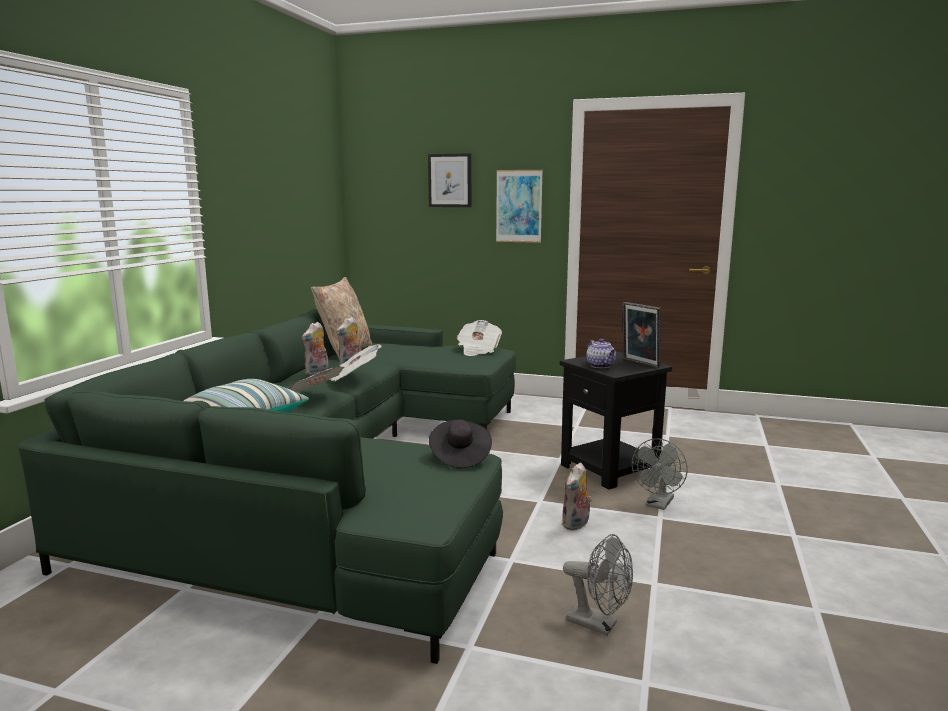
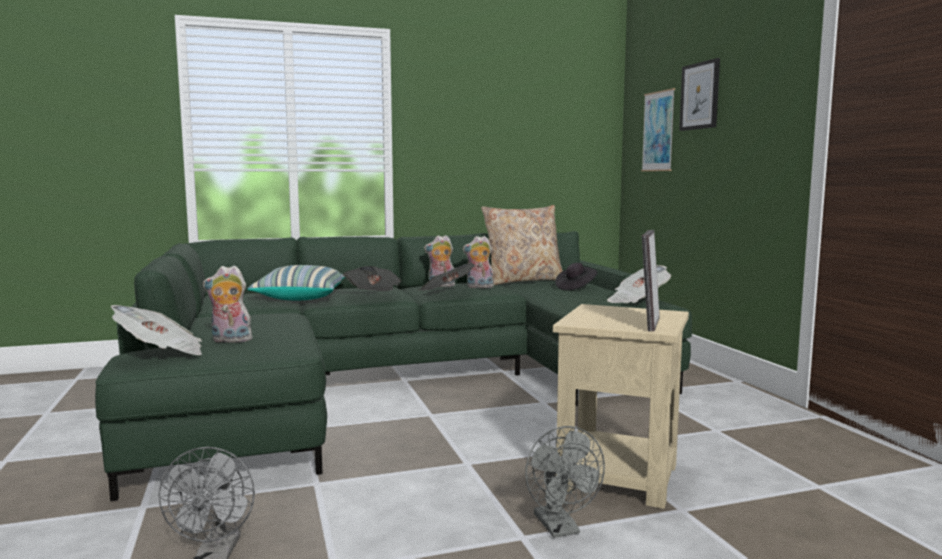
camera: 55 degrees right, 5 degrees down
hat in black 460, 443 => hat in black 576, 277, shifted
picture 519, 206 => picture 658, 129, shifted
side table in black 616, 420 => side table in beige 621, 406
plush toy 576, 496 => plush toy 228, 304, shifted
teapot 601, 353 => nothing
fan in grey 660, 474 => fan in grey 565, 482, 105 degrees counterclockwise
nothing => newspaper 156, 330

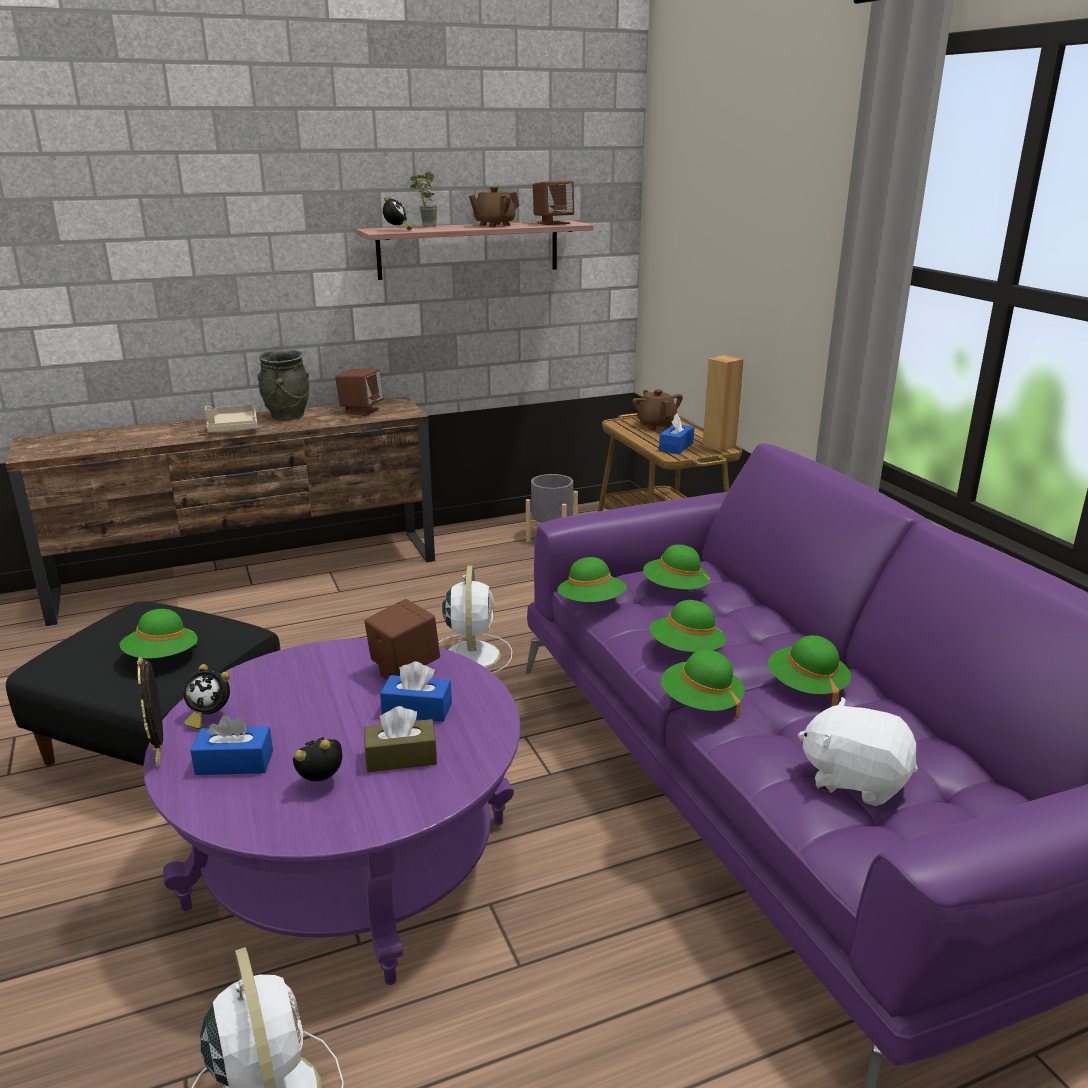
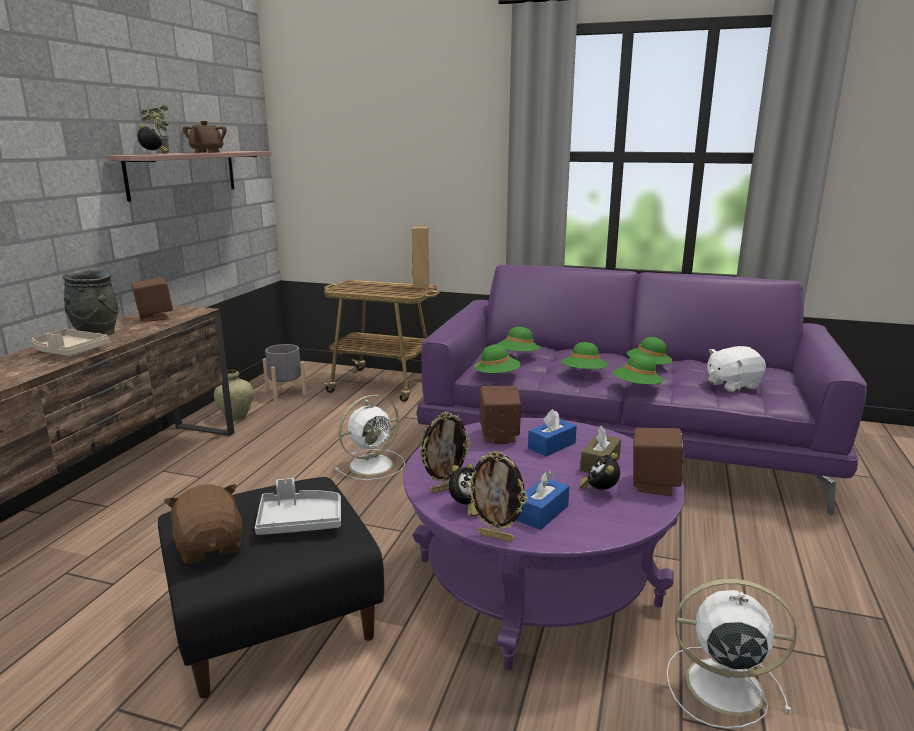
camera: 50 degrees left, 5 degrees down
hat in green 159, 634 => tray in grey 298, 506
fan in white 475, 619 => fan in white 370, 437, 105 degrees clockwise
speaker in brown 553, 203 => speaker in brown 658, 462, shifted
teapot in brown 657, 409 => nothing
tissue box in blue 676, 434 => nothing
nothing => plush toy in brown 203, 524
nothing => vase in beige 234, 395
nothing => picture frame 445, 452

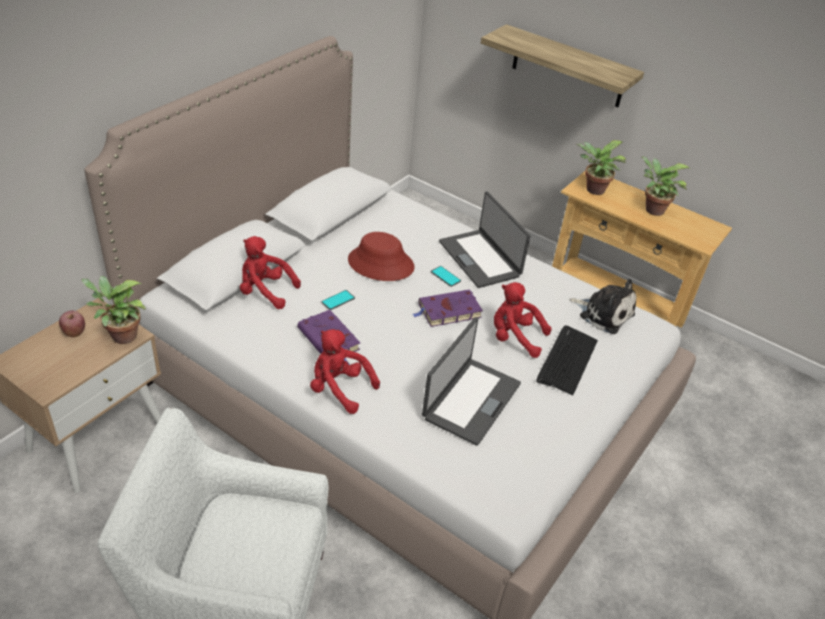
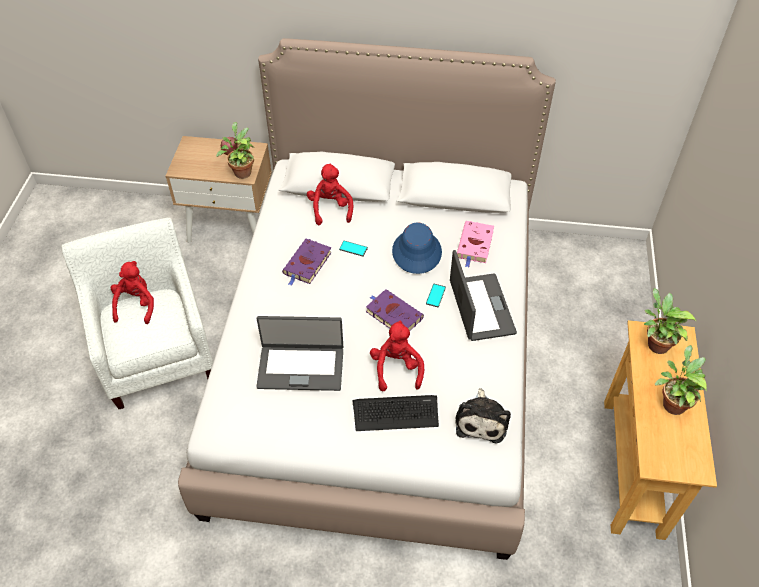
camera: 65 degrees right, 10 degrees up
plush toy in red 345, 371 => plush toy in red 132, 292, shifted
hat in red 381, 256 => hat in blue 417, 248
laptop 484, 239 => laptop 483, 295, 135 degrees clockwise
shelf 562, 65 => nothing
nothing => book in pink 475, 244

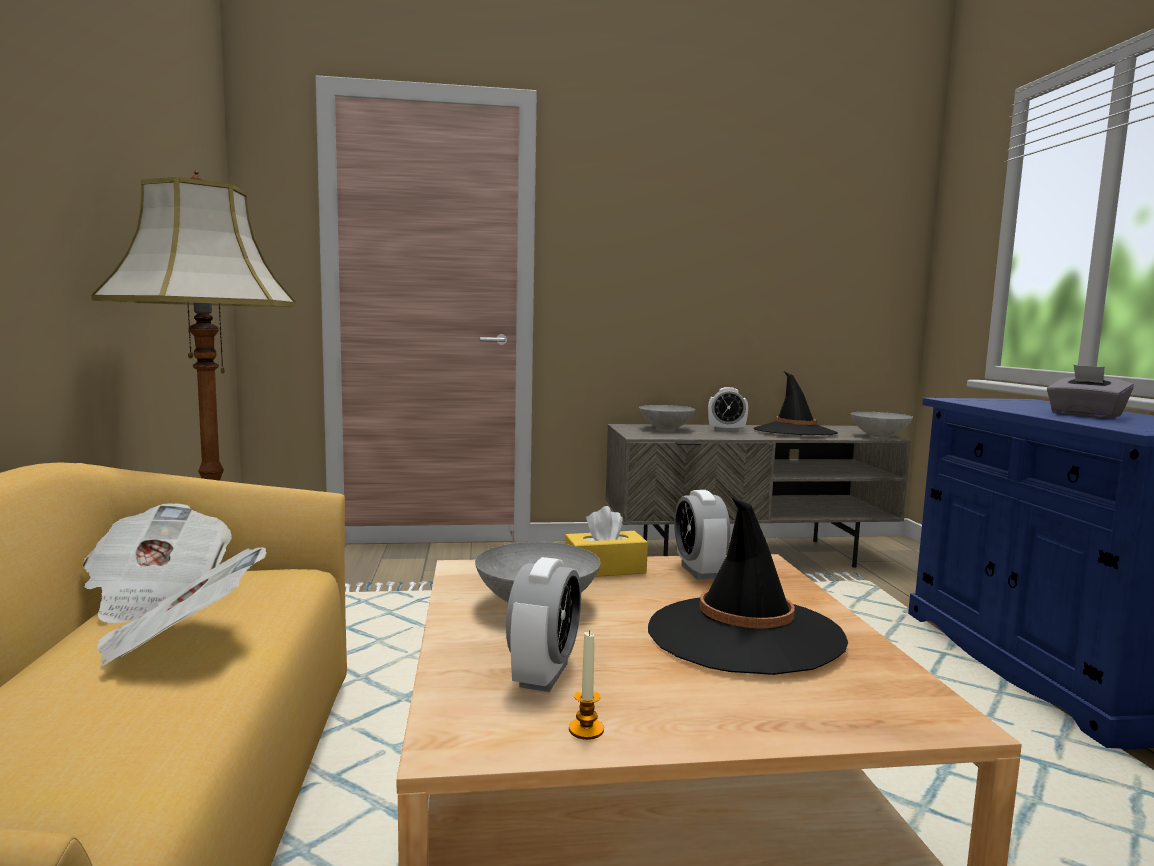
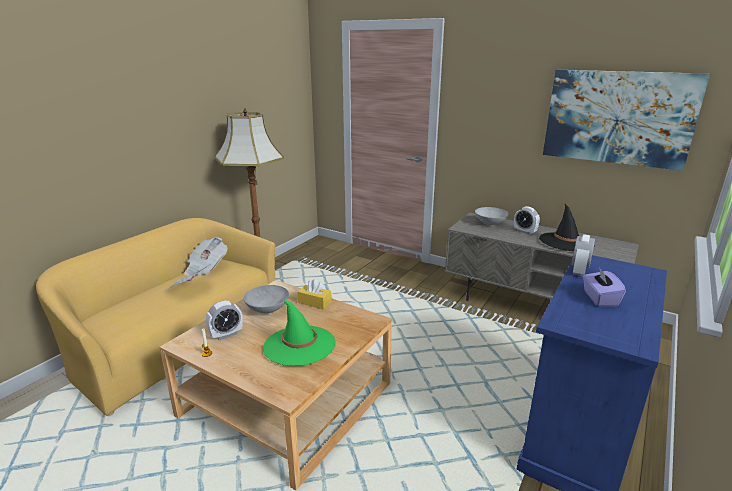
camera: 40 degrees right, 15 degrees up
hat in black 748, 586 => hat in green 299, 333
alarm clock 702, 535 => alarm clock 583, 255, shifted
bowl in grey 882, 425 => nothing
tissue box in grey 1090, 391 => tissue box in purple 604, 287
nothing => picture 626, 120

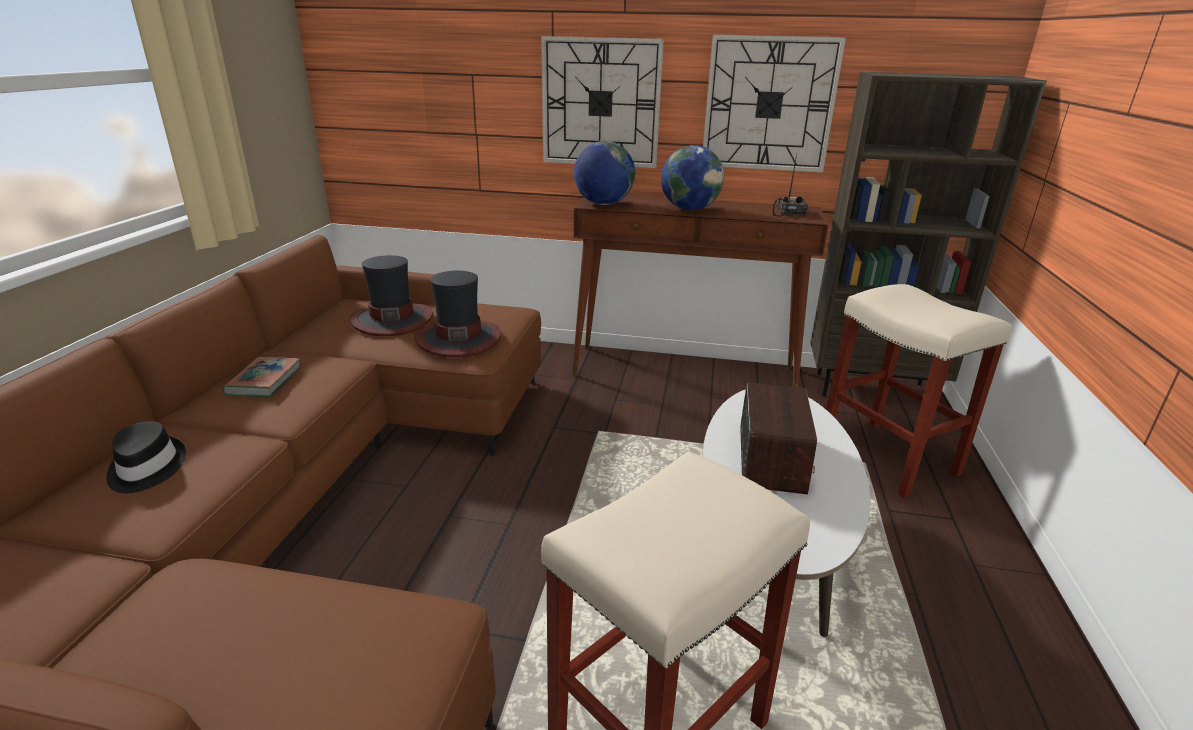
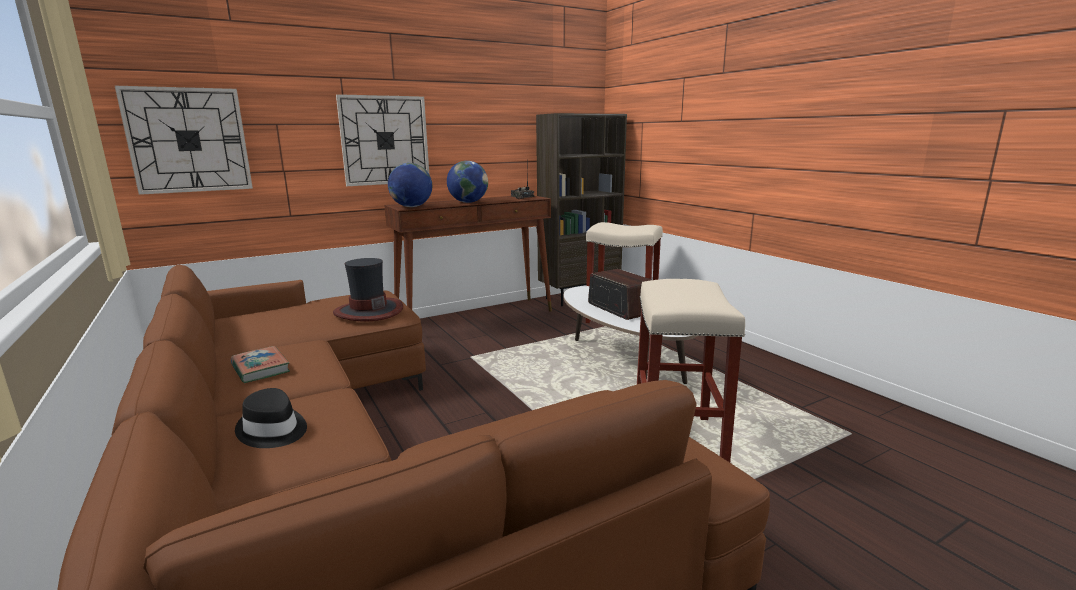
camera: 40 degrees left, 10 degrees down
hat 391, 295 => nothing
wall clock 774, 103 => wall clock 184, 140, shifted

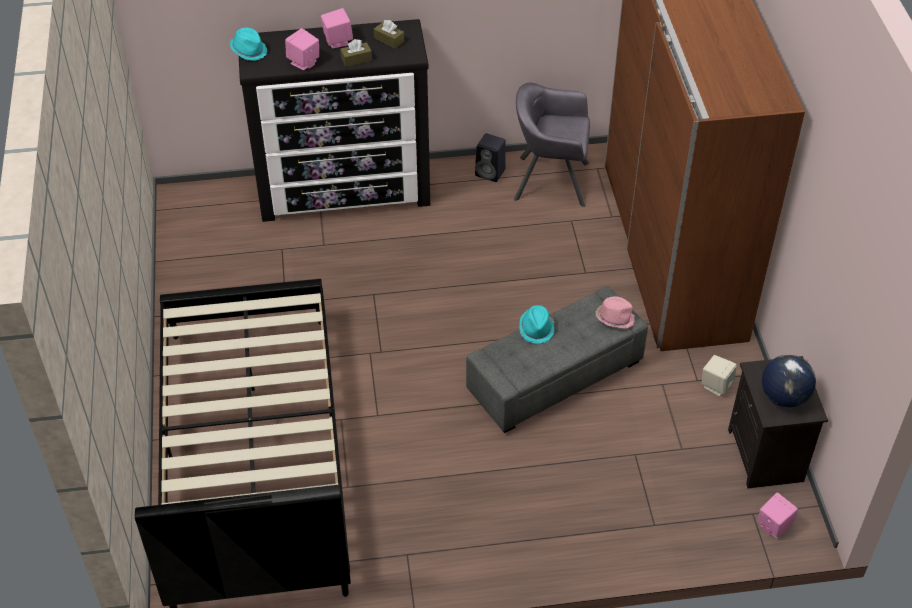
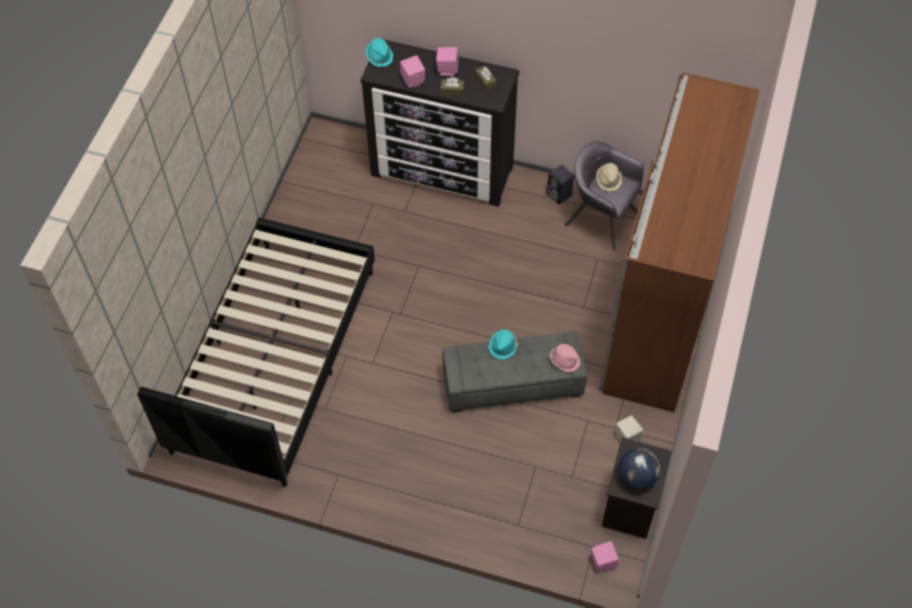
camera: 25 degrees right, 10 degrees up
nothing => hat in beige 609, 177

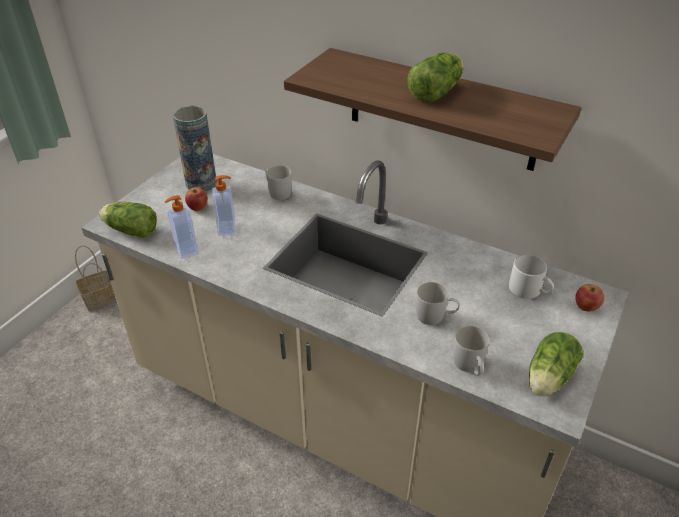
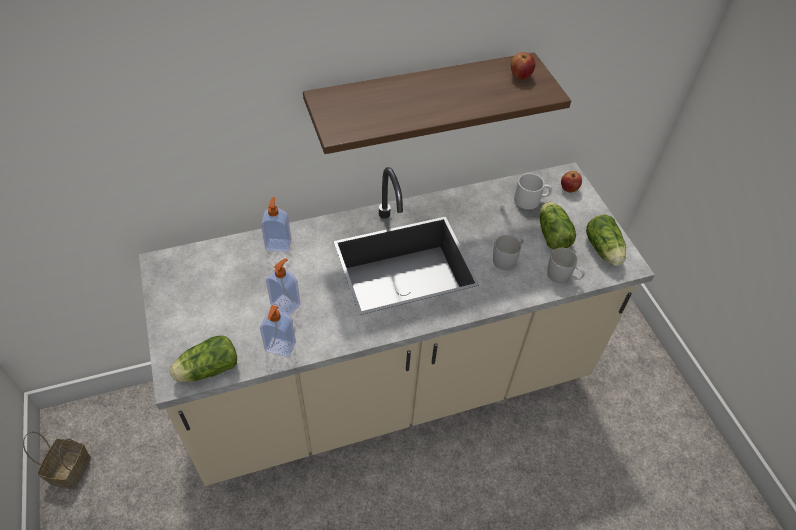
camera: 50 degrees left, 10 degrees up
vase 195, 148 => nothing
apple 196, 199 => apple 523, 66, shifted
mug in white 279, 182 => soap dispenser 276, 224
lettuce 435, 77 => lettuce 558, 226, shifted

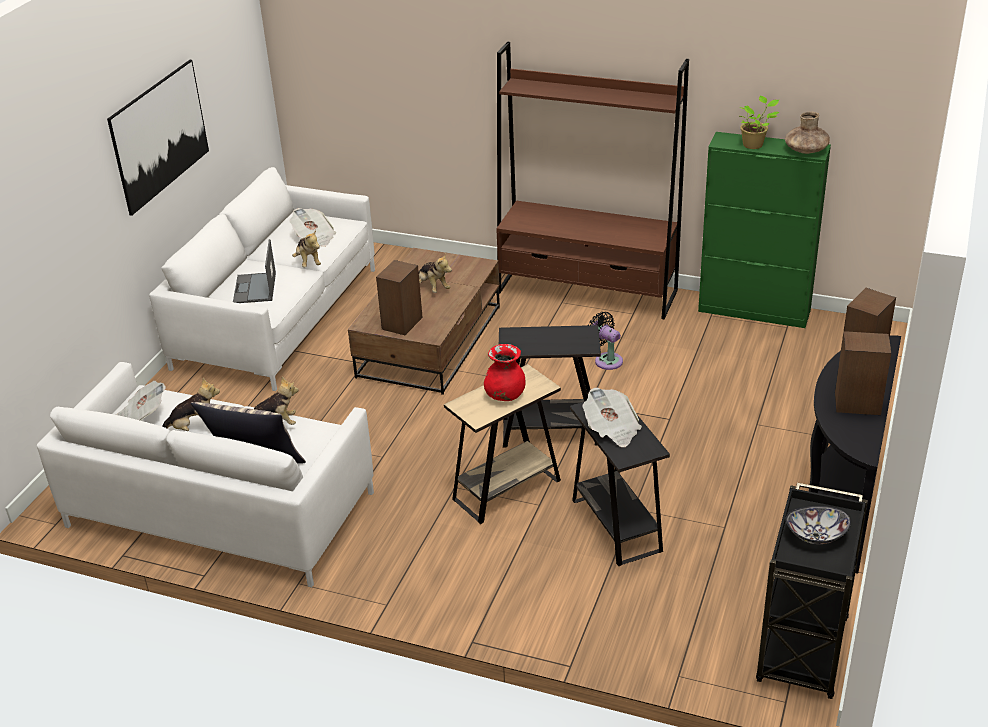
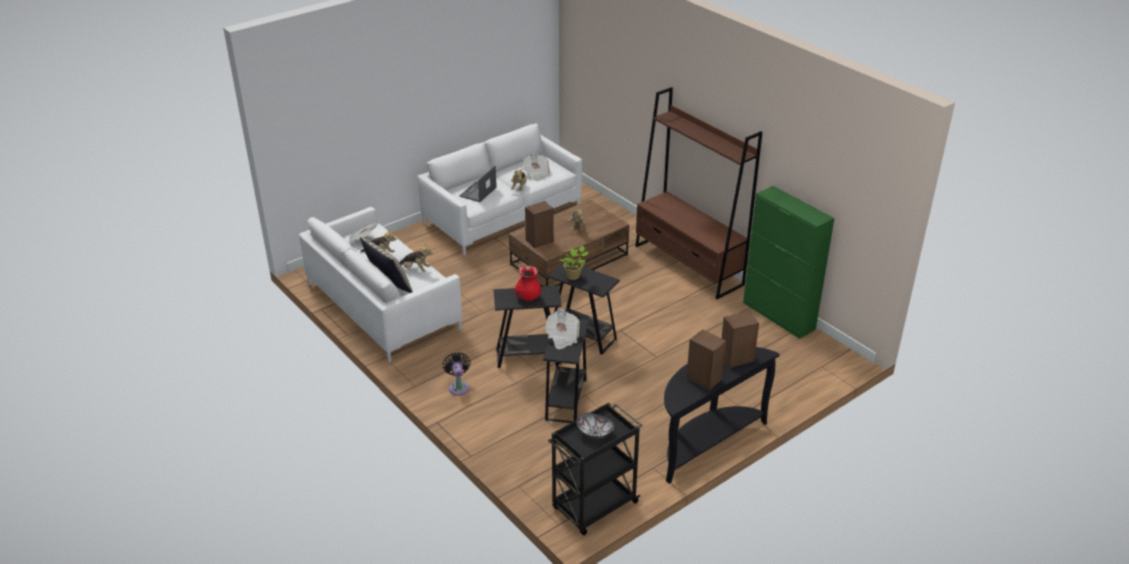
camera: 30 degrees right, 0 degrees up
picture 158, 138 => nothing
side table in beige 502, 444 => side table in black 528, 327
fan in black 606, 341 => fan in black 456, 373, shifted
potted plant 760, 122 => potted plant 574, 263, shifted
vase in brown 807, 132 => nothing

